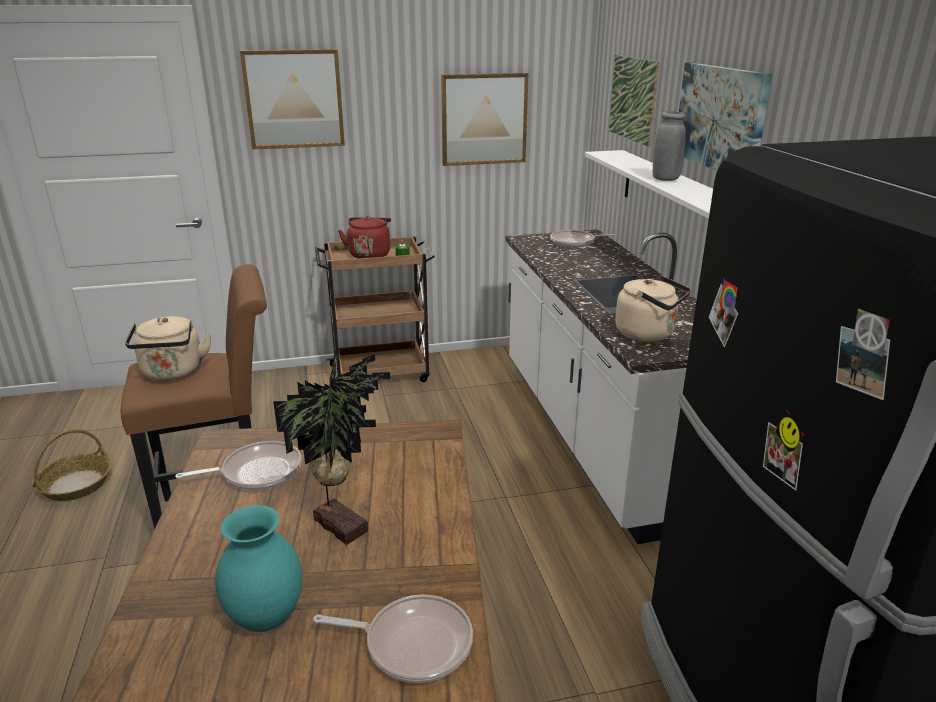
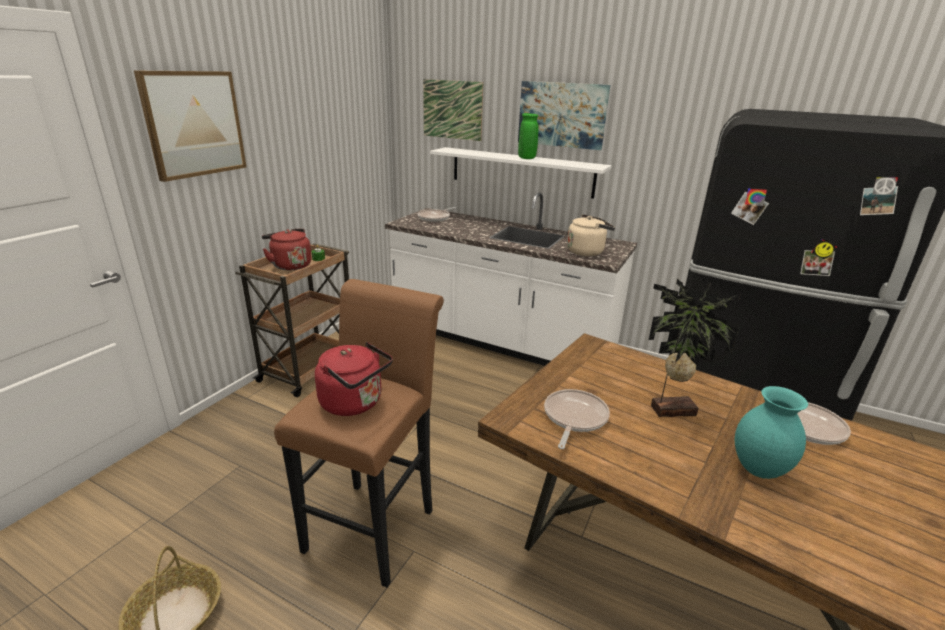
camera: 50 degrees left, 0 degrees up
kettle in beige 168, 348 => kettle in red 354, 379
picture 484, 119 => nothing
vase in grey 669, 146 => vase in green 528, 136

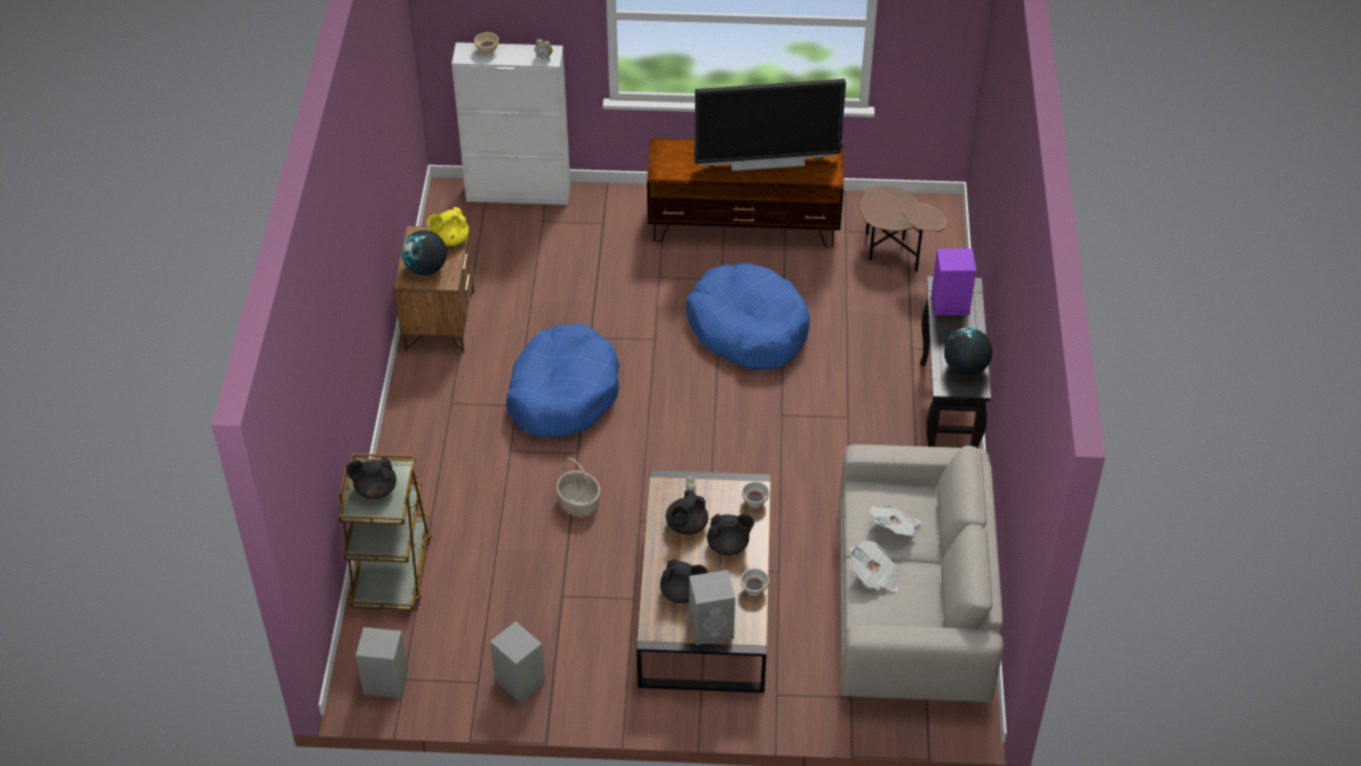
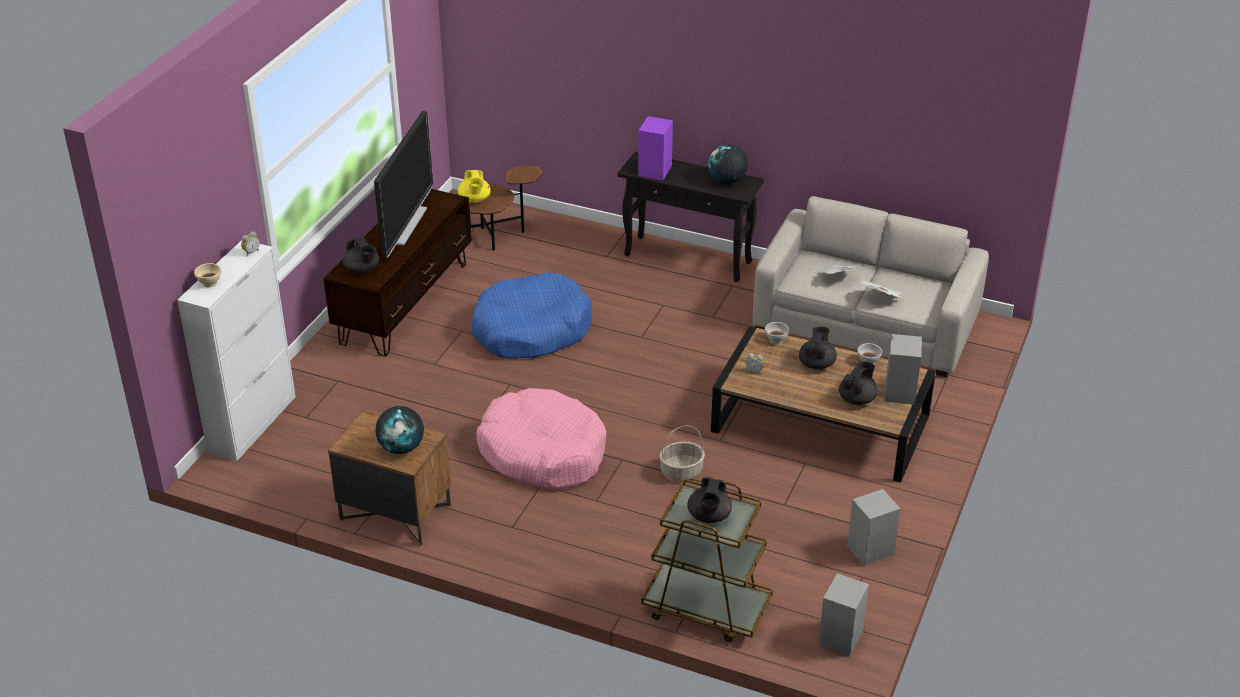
camera: 70 degrees left, 10 degrees down
teapot in yellow 448, 226 => teapot in yellow 474, 186, shifted
dog bed in blue 563, 380 => dog bed in pink 541, 439
teapot in black 687, 512 => teapot in black 361, 255, shifted

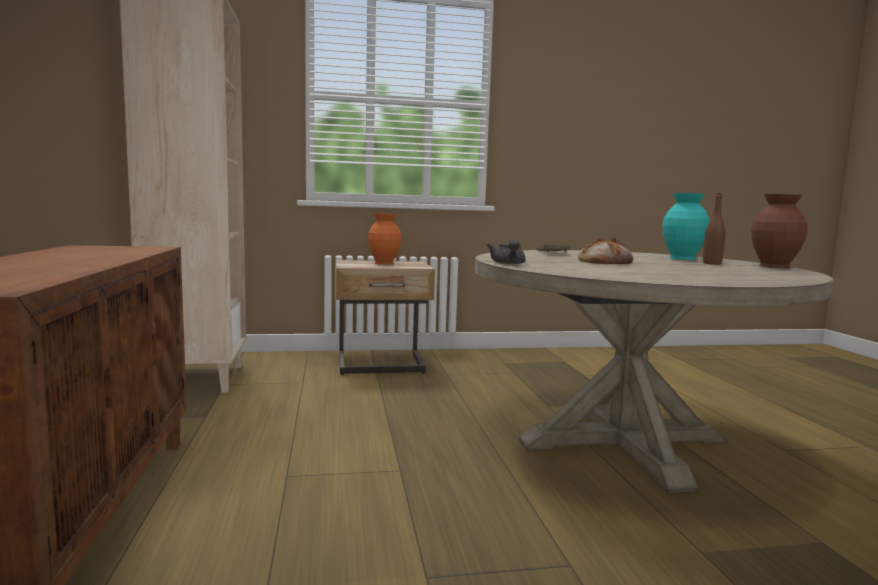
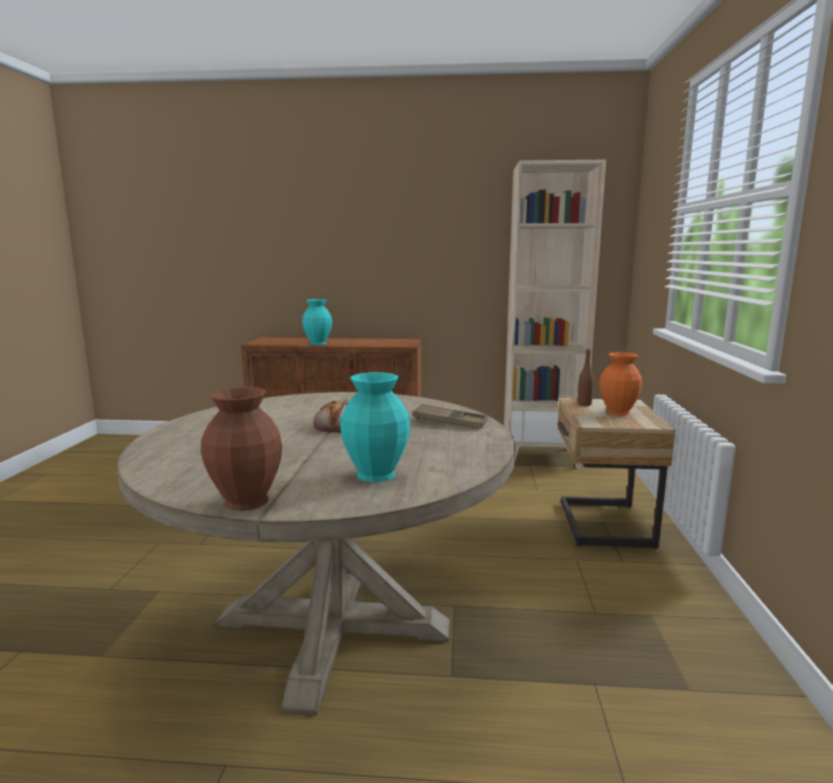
camera: 105 degrees right, 5 degrees up
teapot in grey 506, 252 => nothing
bottle in brown 714, 229 => bottle in brown 585, 377, shifted
nothing => vase in turquoise 317, 322

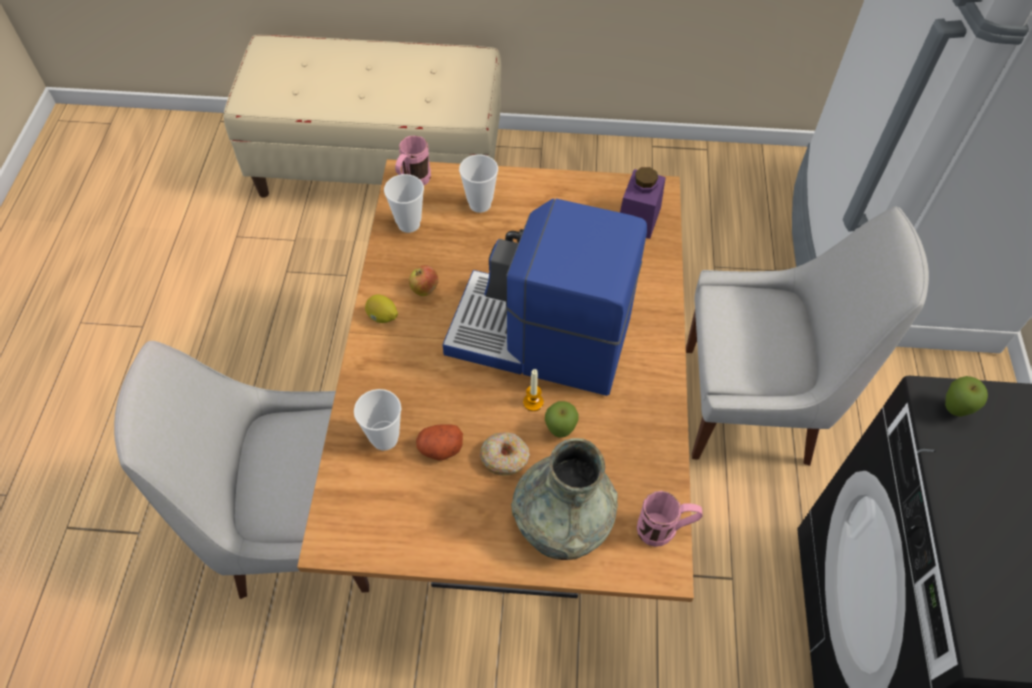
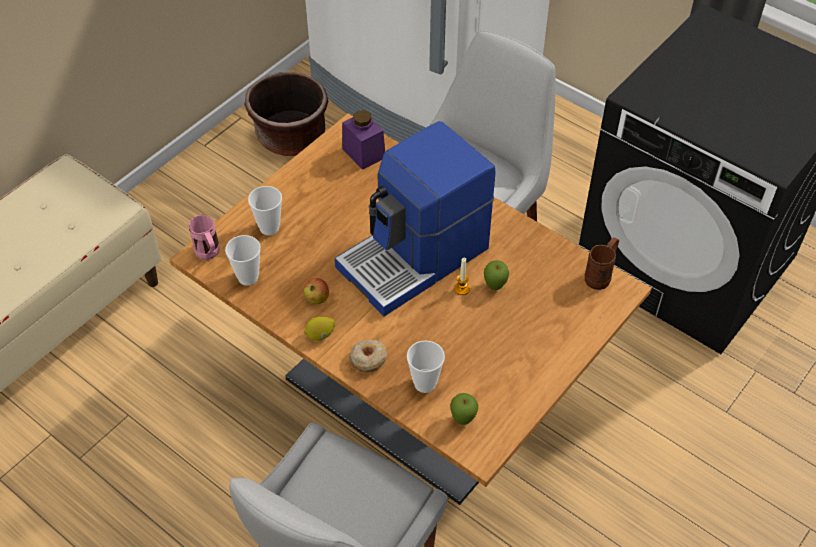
camera: 55 degrees left, 5 degrees down
potato 439, 442 => nothing
donut 505, 454 => donut 368, 356, shifted
vase in grey 564, 499 => nothing
mug in pink 670, 519 => mug in brown 602, 263
apple 966, 396 => apple 464, 409, shifted
nothing => planter in brown 286, 114

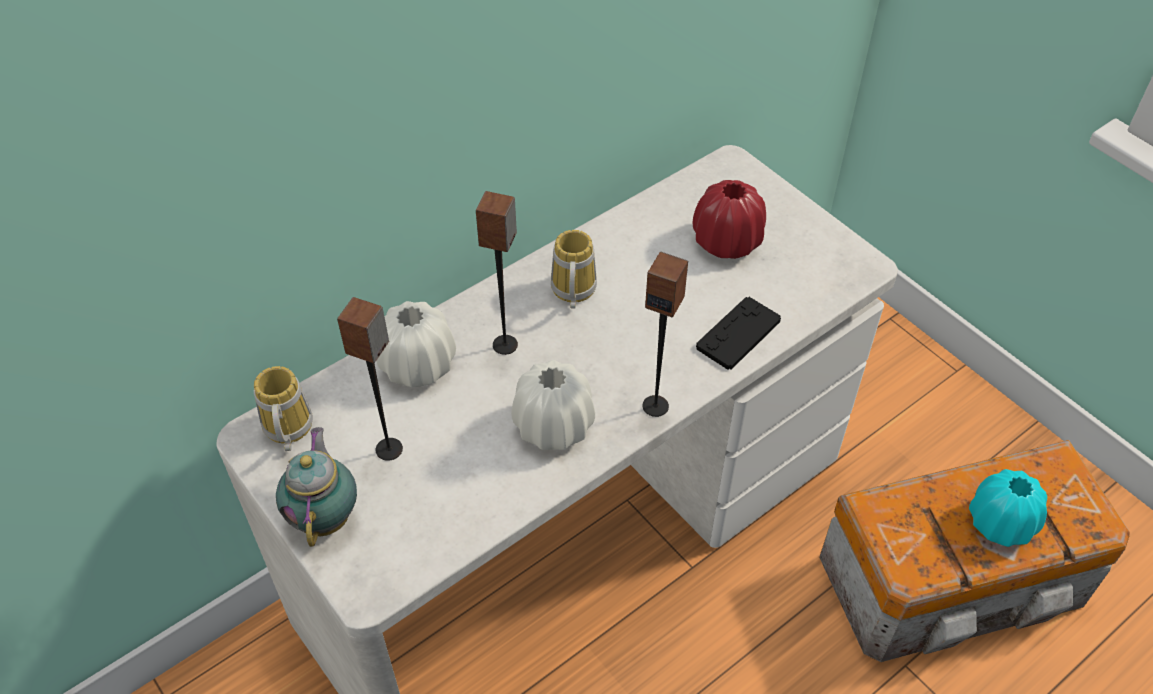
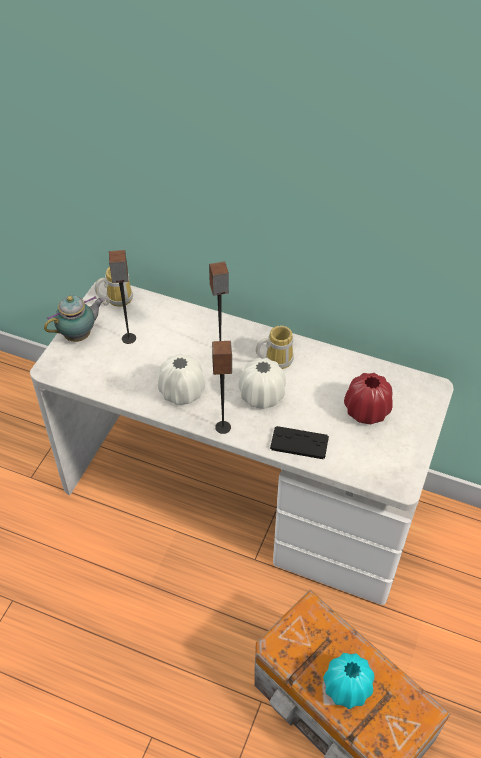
camera: 60 degrees right, 0 degrees up
vase in white 416, 344 => vase in white 262, 383, shifted

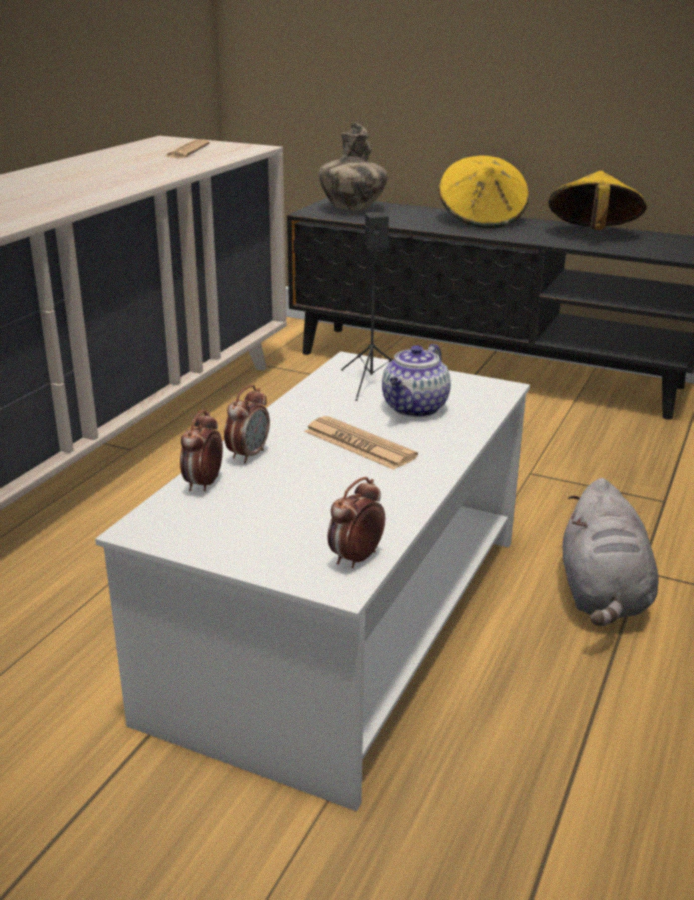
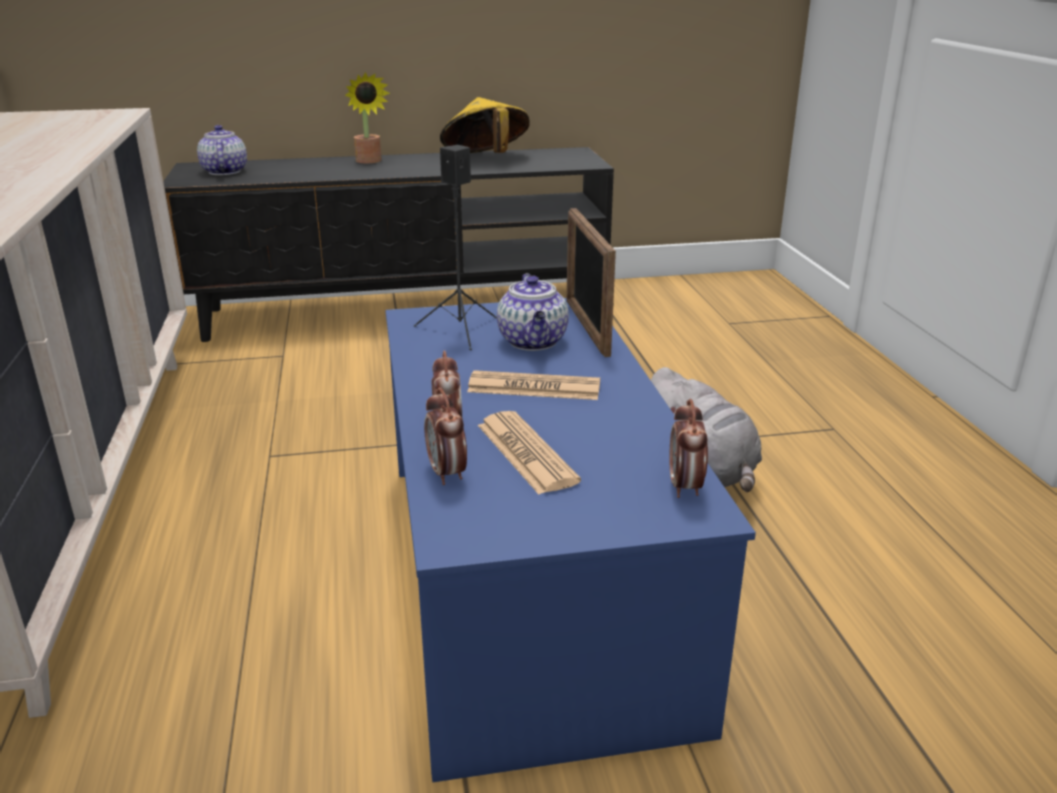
camera: 35 degrees left, 0 degrees up
coffee table in white 312, 581 => coffee table in blue 570, 540
newspaper 187, 148 => newspaper 529, 452, shifted
vase 353, 166 => teapot 222, 150
hat in yellow 484, 192 => potted plant 367, 117
nothing => picture frame 591, 282

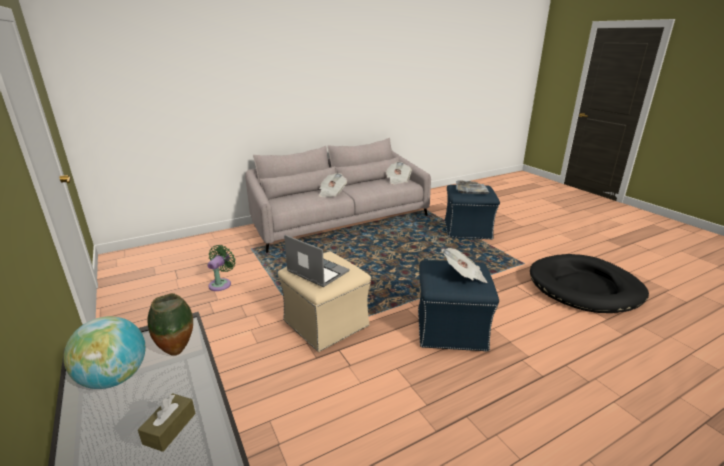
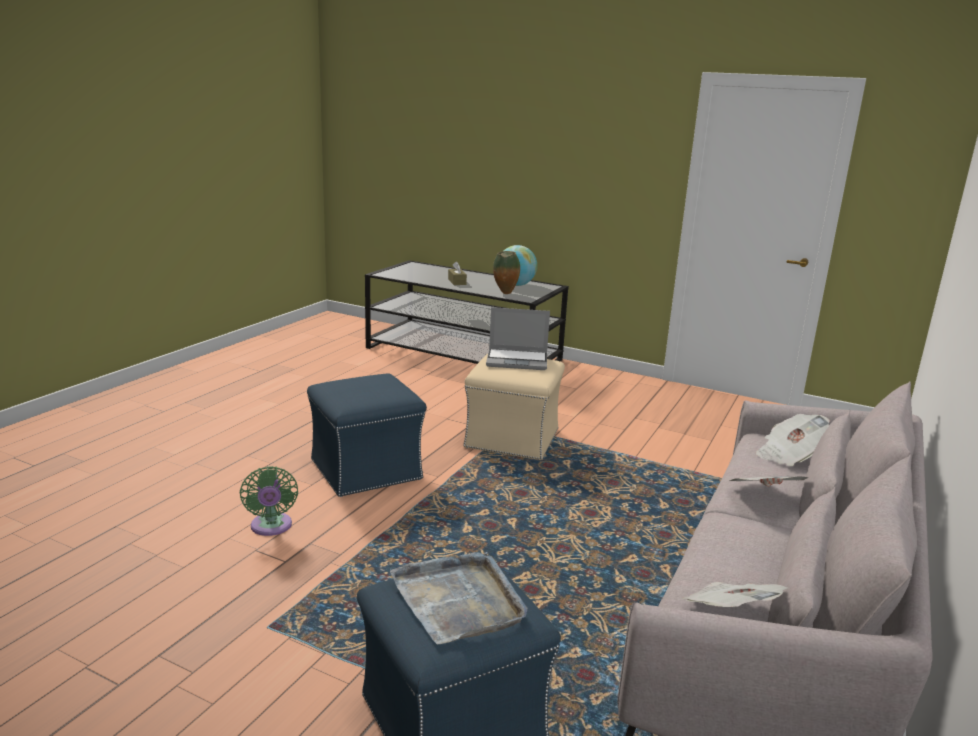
camera: 145 degrees right, 5 degrees down
fan in green 221, 268 => fan in green 269, 501, shifted
newspaper 464, 265 => newspaper 793, 440, shifted
dog bed in black 589, 283 => nothing

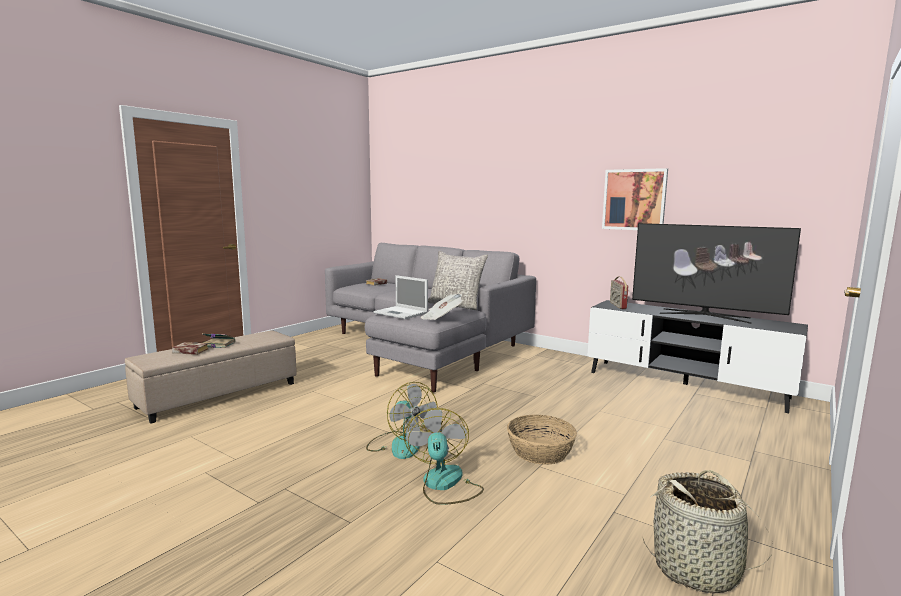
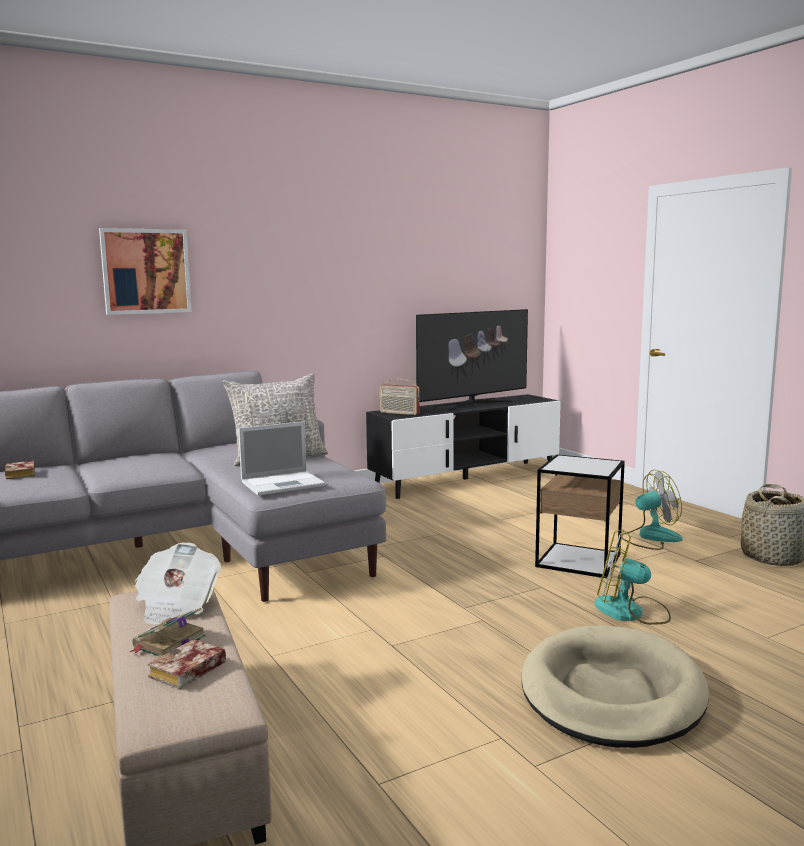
camera: 65 degrees left, 0 degrees up
fan 402, 420 => fan 652, 510, shifted
newspaper 441, 306 => newspaper 177, 584, shifted
basket 542, 440 => side table 580, 516
picture 635, 199 => picture 145, 271, shifted
nothing => dog bed in beige 615, 686

